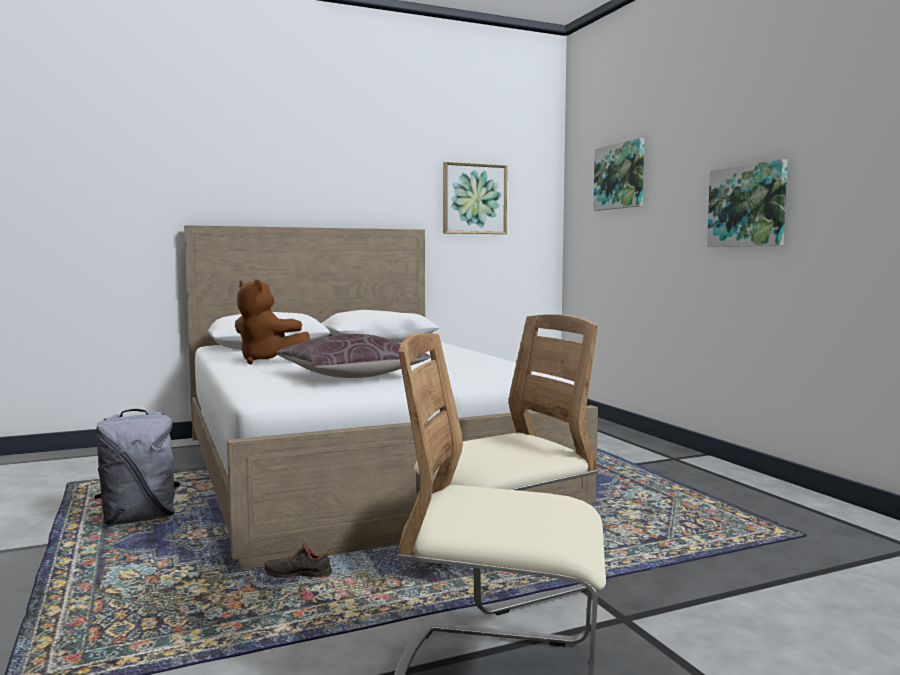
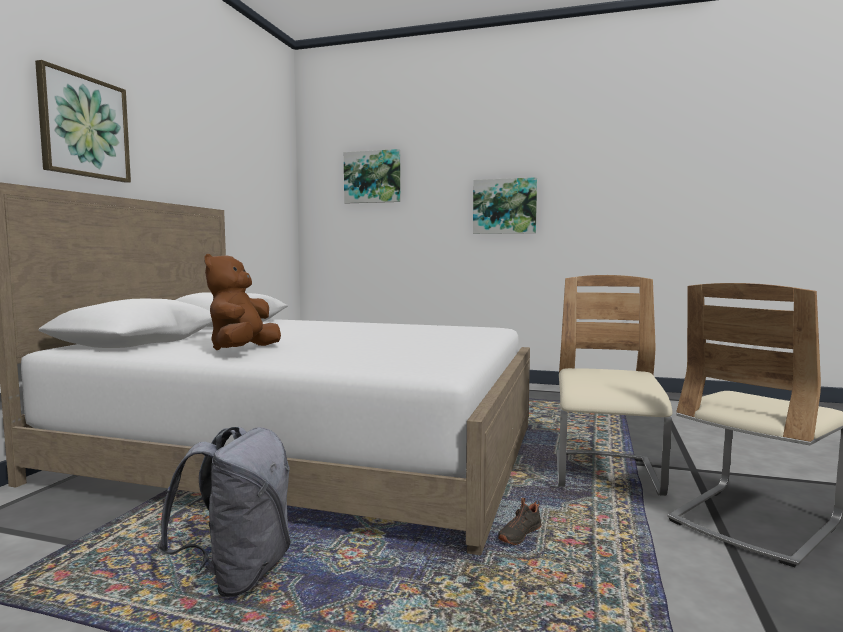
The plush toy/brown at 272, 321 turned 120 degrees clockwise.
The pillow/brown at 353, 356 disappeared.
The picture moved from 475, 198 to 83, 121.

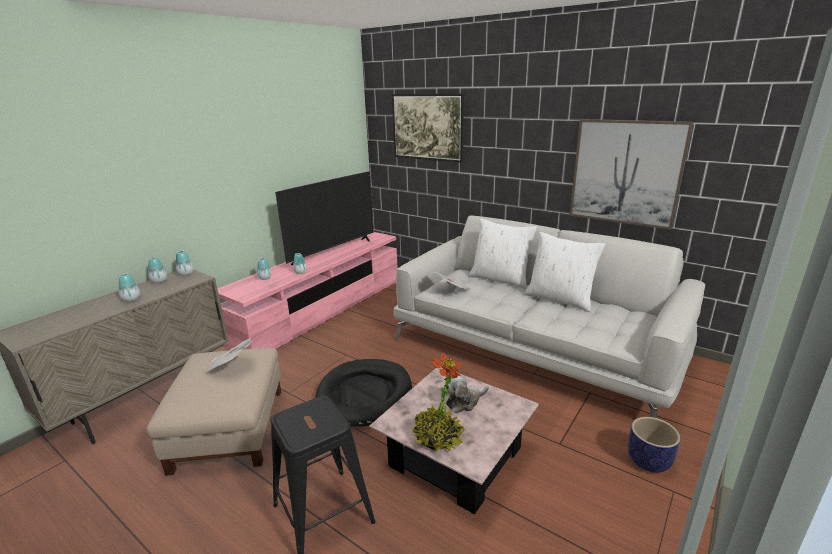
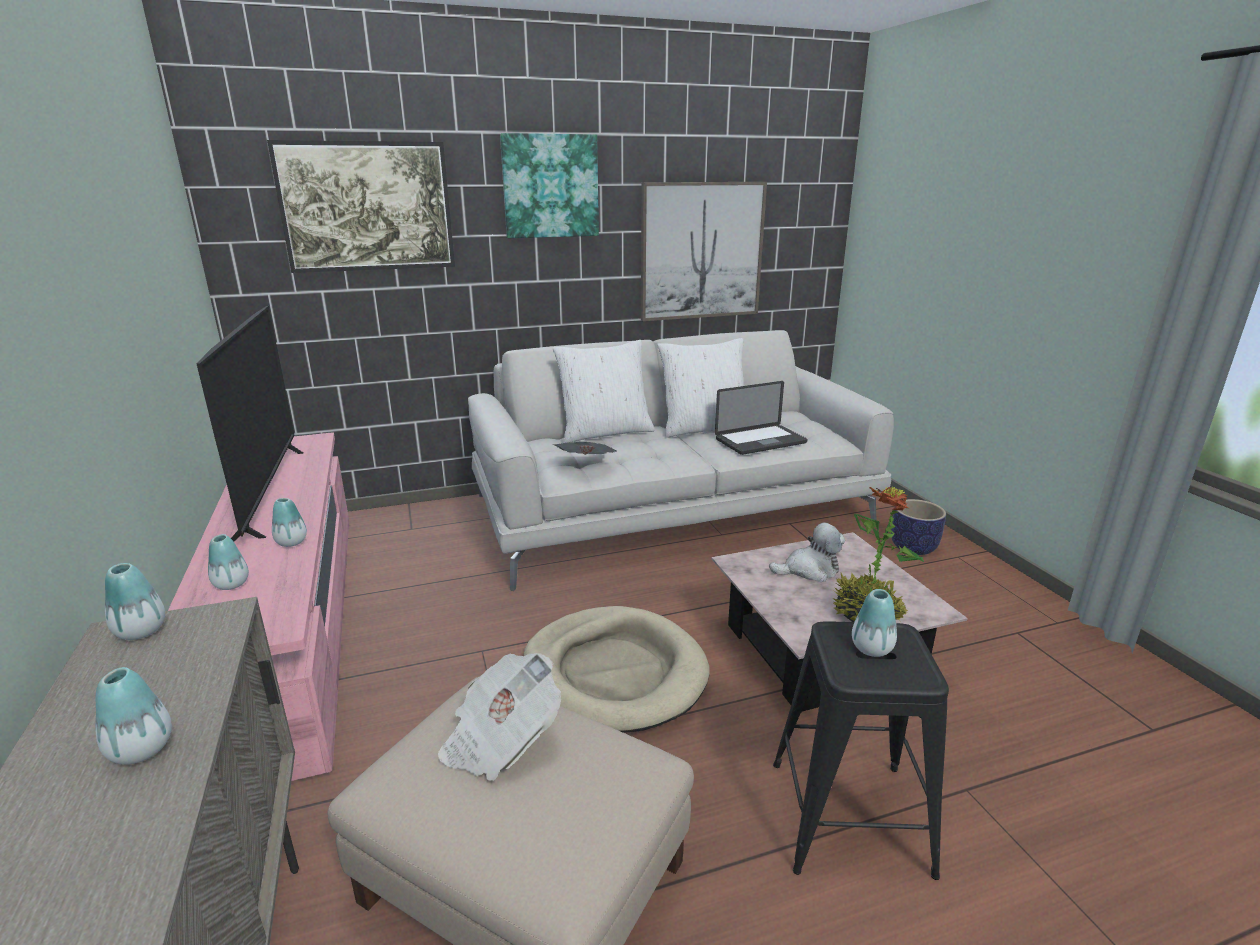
The vase moved from 157, 270 to 874, 623.
The dog bed/black at 363, 393 became the dog bed/beige at 616, 669.
The plush toy at 467, 394 turned 105 degrees counterclockwise.
The picture at 549, 185 appeared.
The laptop at 761, 418 appeared.

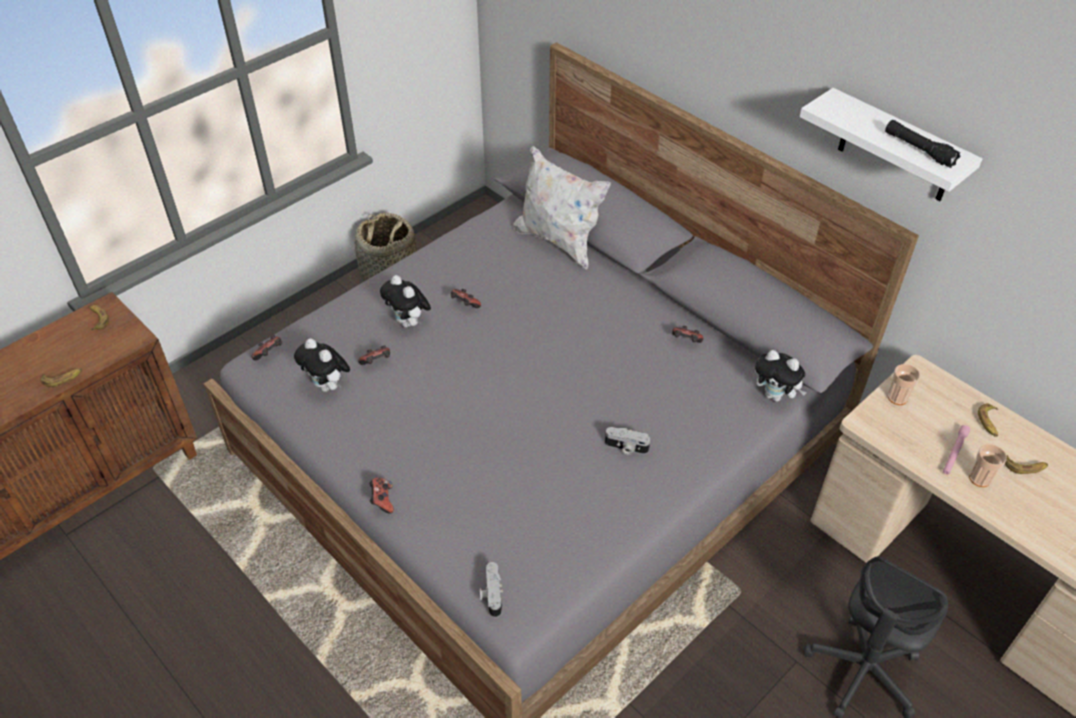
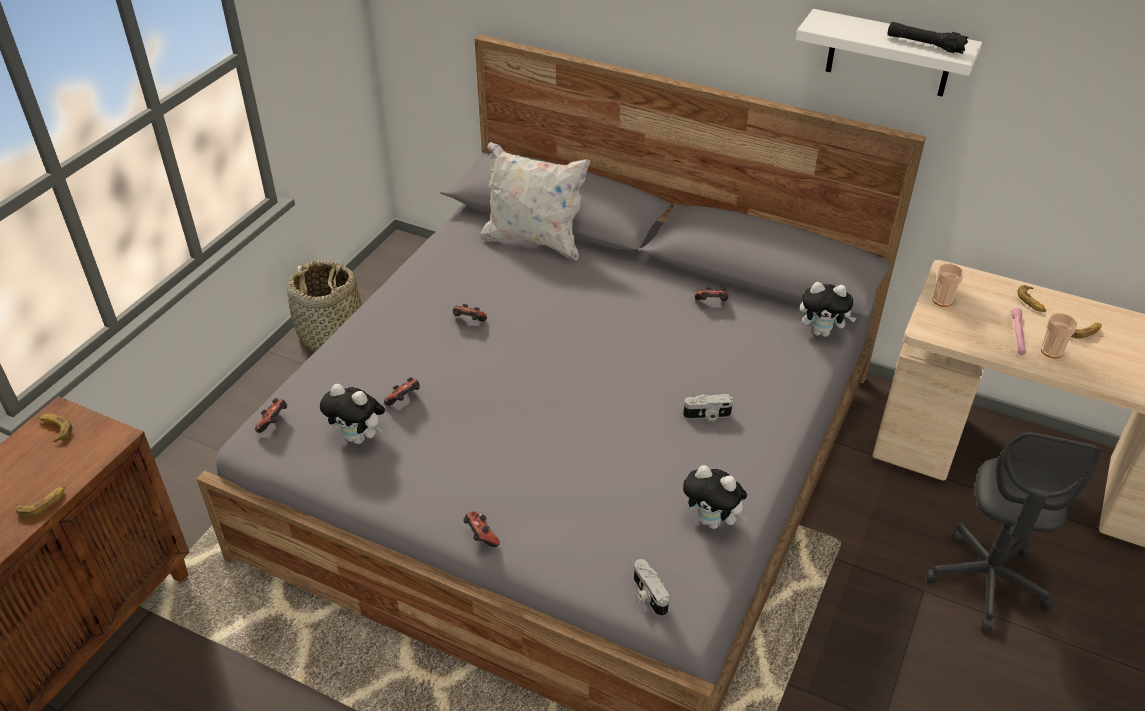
The plush toy moved from 405, 301 to 715, 497.

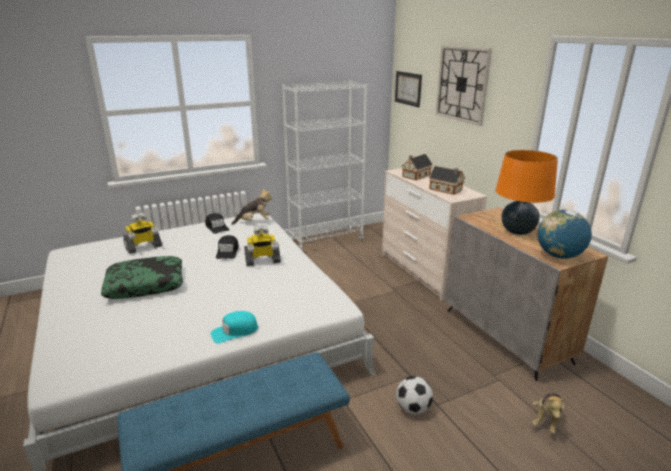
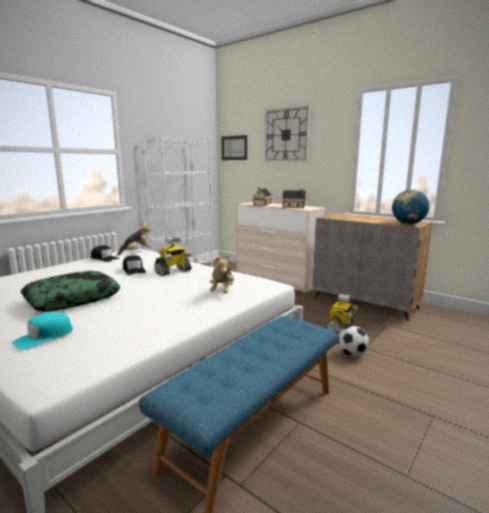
The toy robot moved from 143, 233 to 341, 313.
The cap/turquoise moved from 234, 327 to 42, 331.
The table lamp/orange at 526, 192 disappeared.
The plush toy moved from 549, 413 to 221, 274.

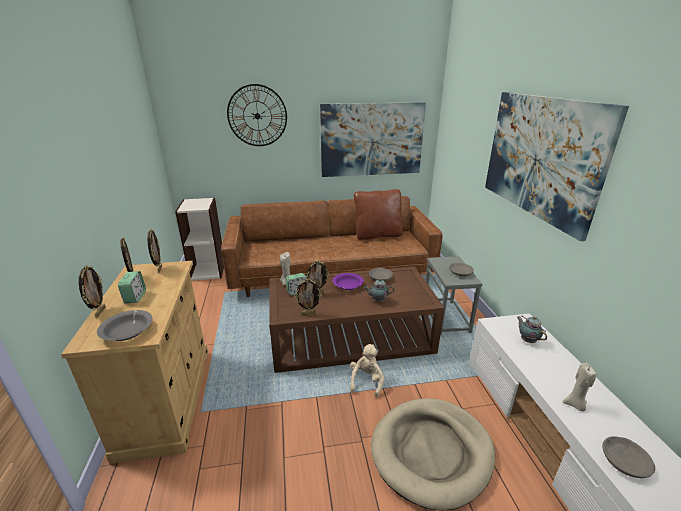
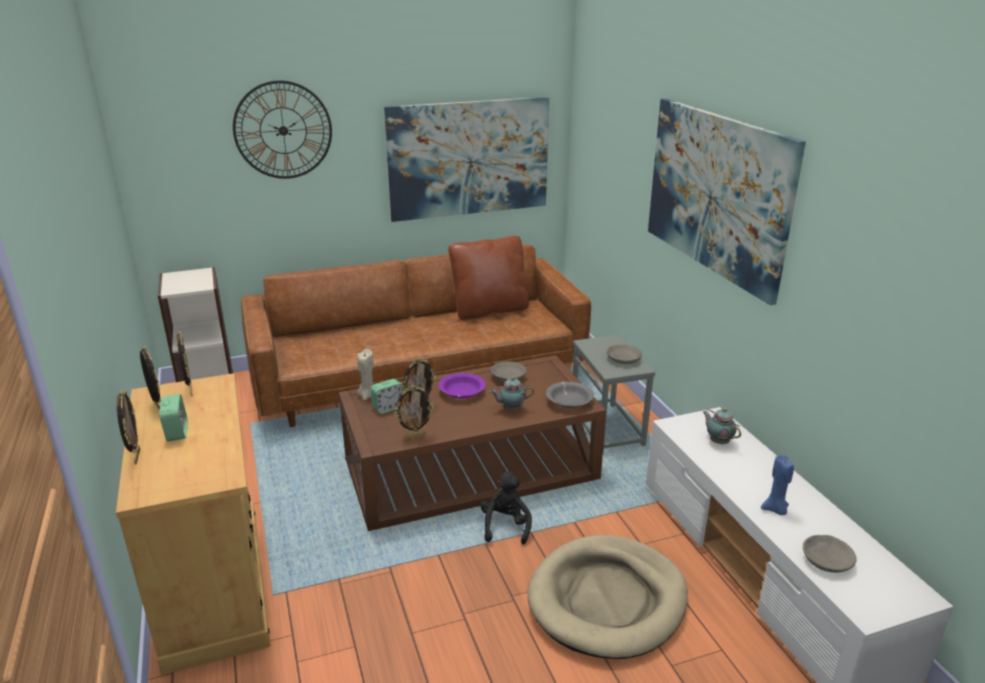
The bowl/grey moved from 125, 325 to 570, 395.
The plush toy/beige at 367, 370 became the plush toy/black at 506, 508.
The candle/beige at 580, 387 became the candle/blue at 777, 485.

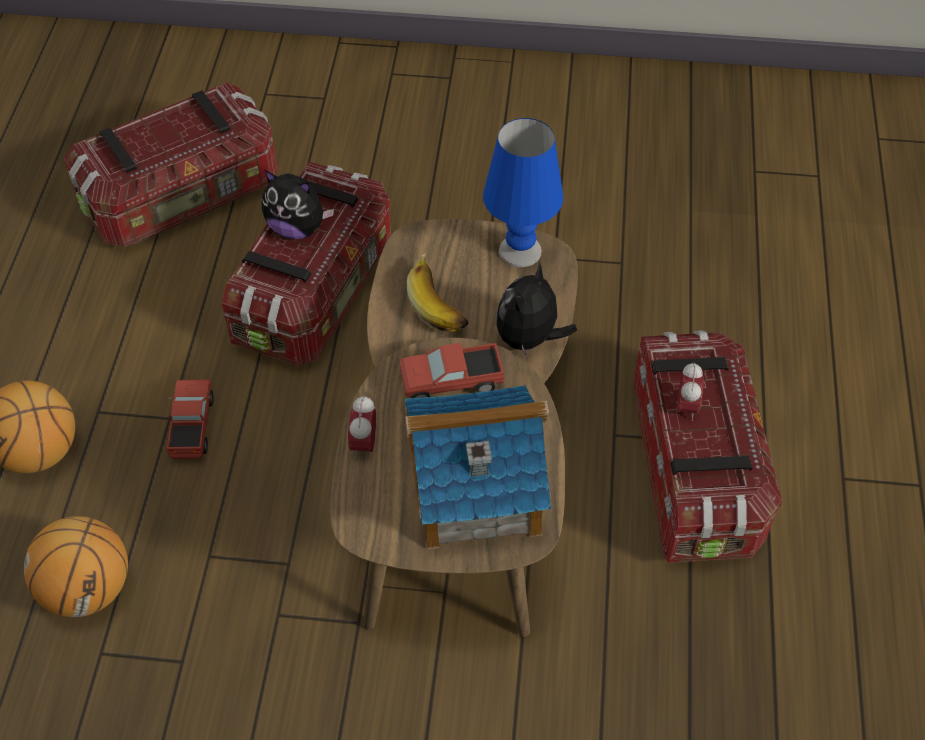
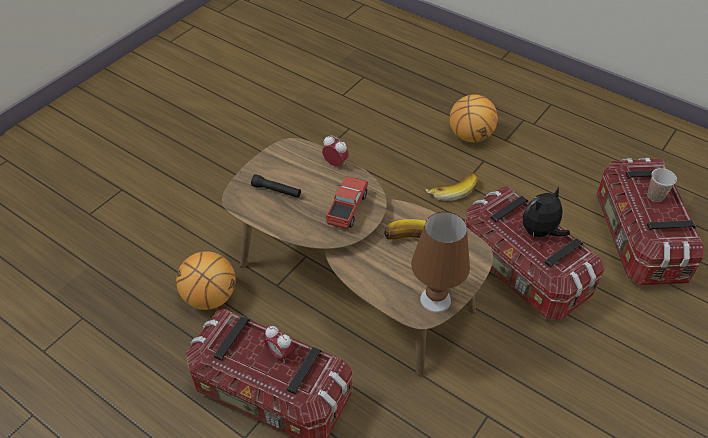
The basketball moved from 76, 566 to 206, 280.
The toy truck at 190, 419 was replaced by the banana at 452, 186.
The toy house at 478, 467 was replaced by the flashlight/black at 276, 186.
The table lamp/blue at 523, 192 became the table lamp/brown at 440, 262.
The plush toy at 536, 309 disappeared.
The cup at 662, 185 appeared.

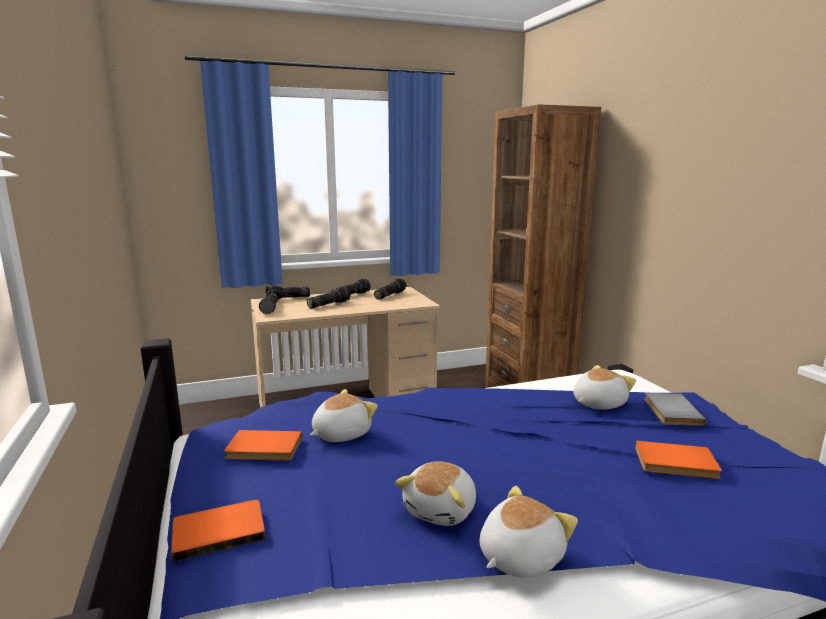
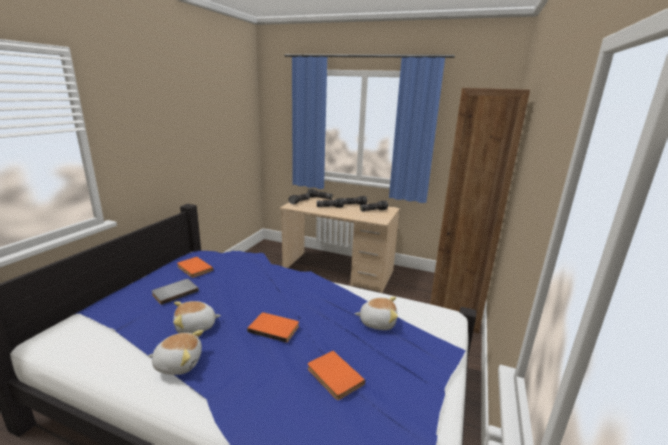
The book/orange moved from 218, 531 to 273, 327.
The plush toy at 344, 415 disappeared.
The book/grey moved from 675, 409 to 175, 292.

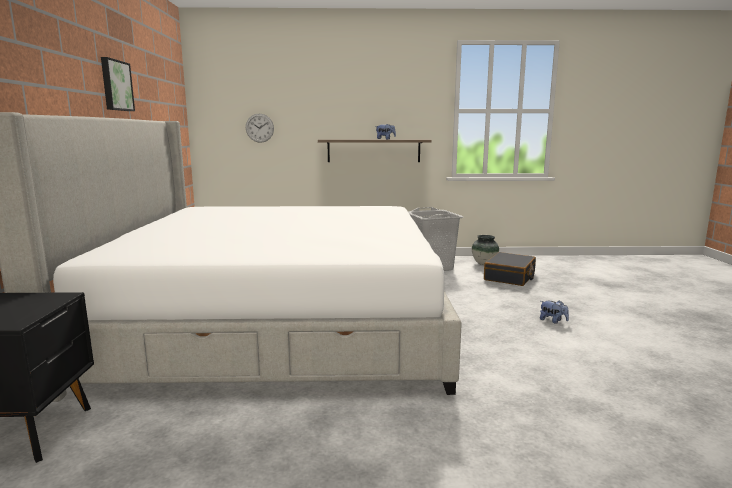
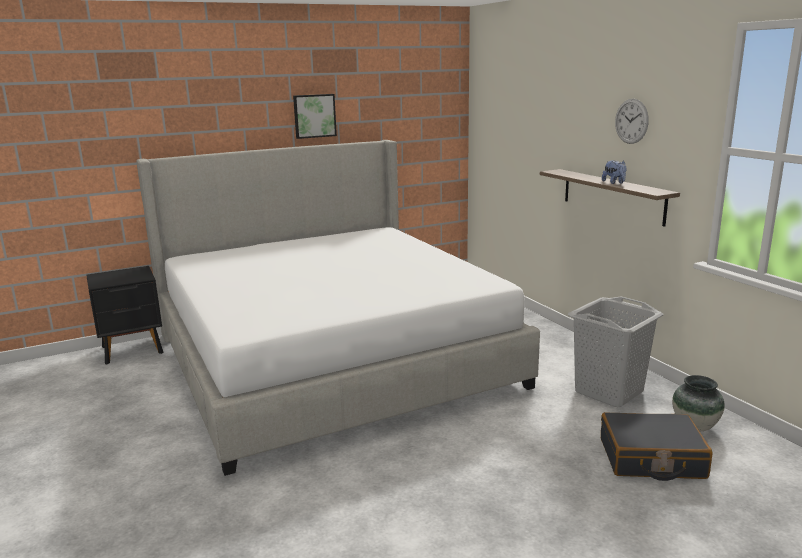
The wall clock moved from 260, 128 to 632, 121.
The plush toy at 554, 312 disappeared.

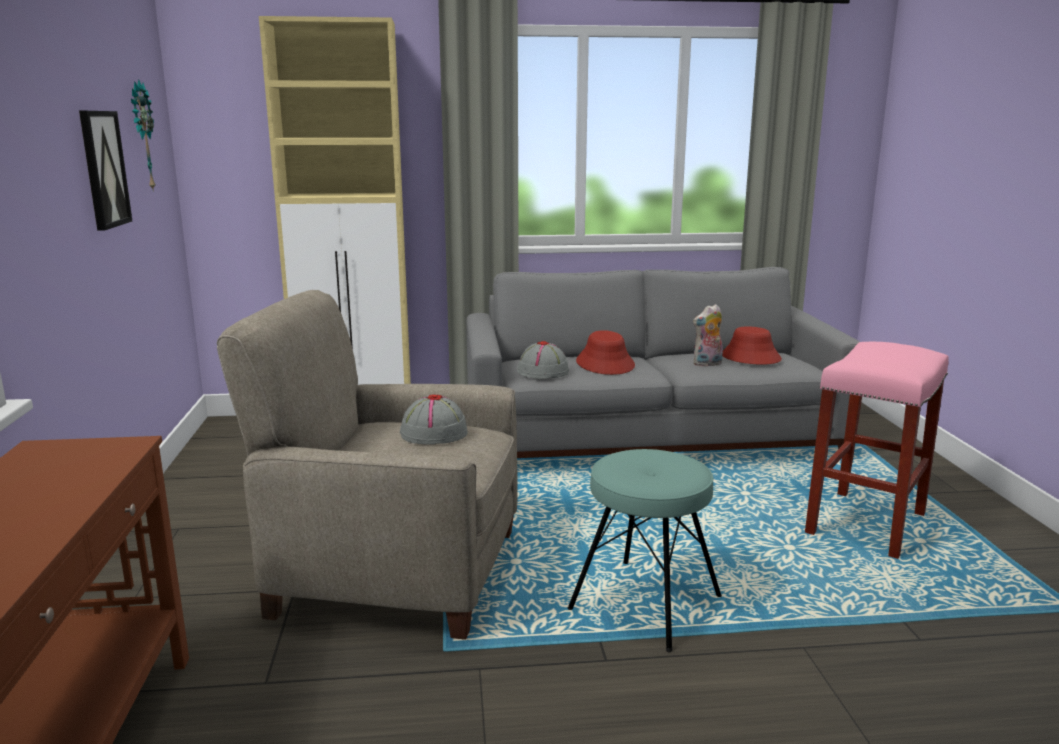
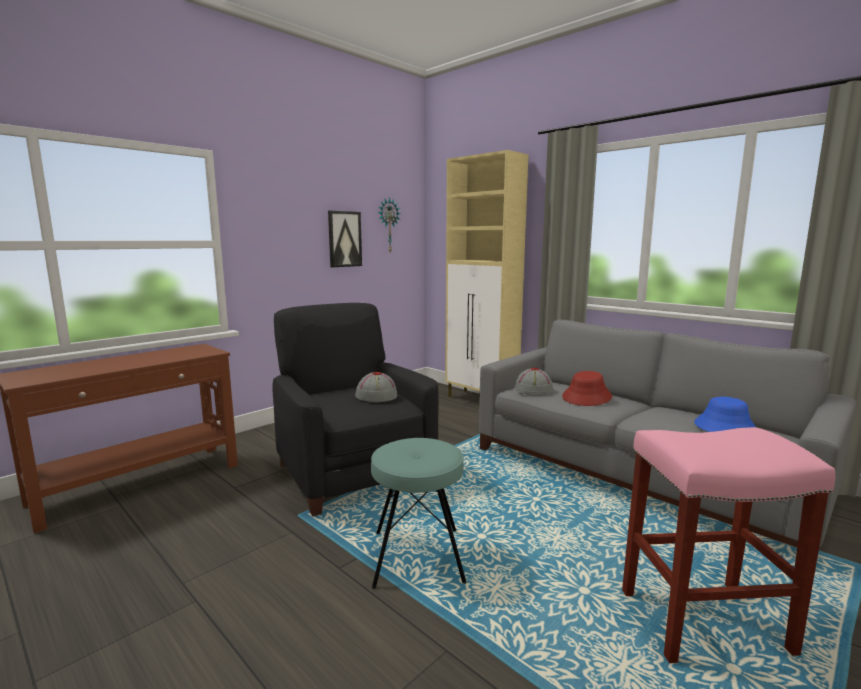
The armchair/beige at 367, 465 became the armchair/black at 355, 409.
The plush toy at 708, 335 disappeared.
The hat/red at 752, 345 became the hat/blue at 725, 414.

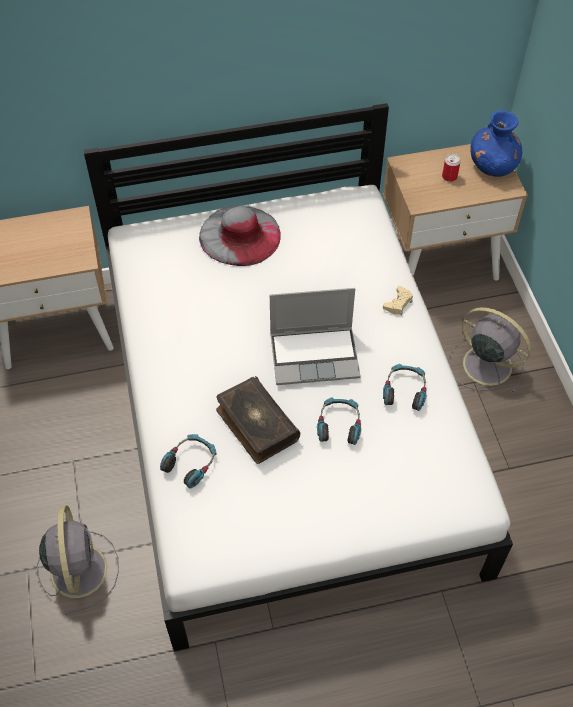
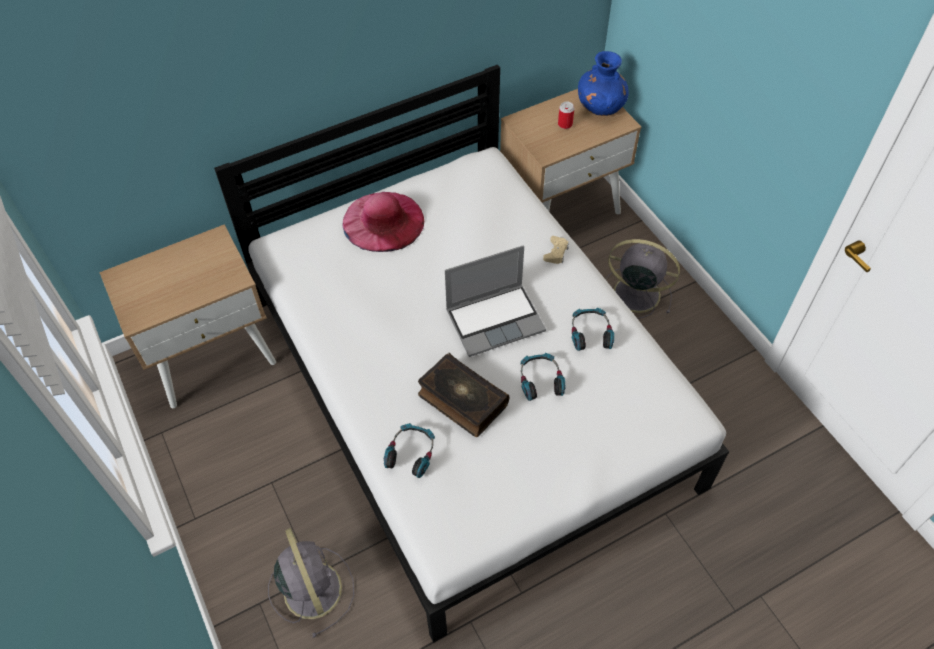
The hat/grey at 240, 236 became the hat/pink at 383, 222.

